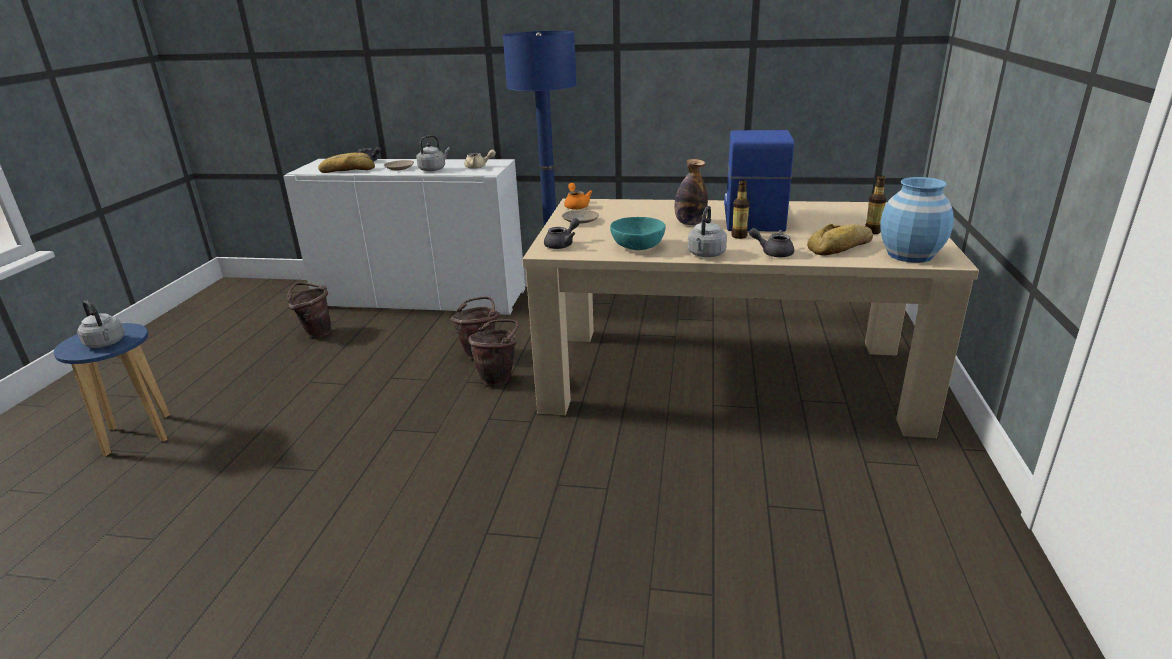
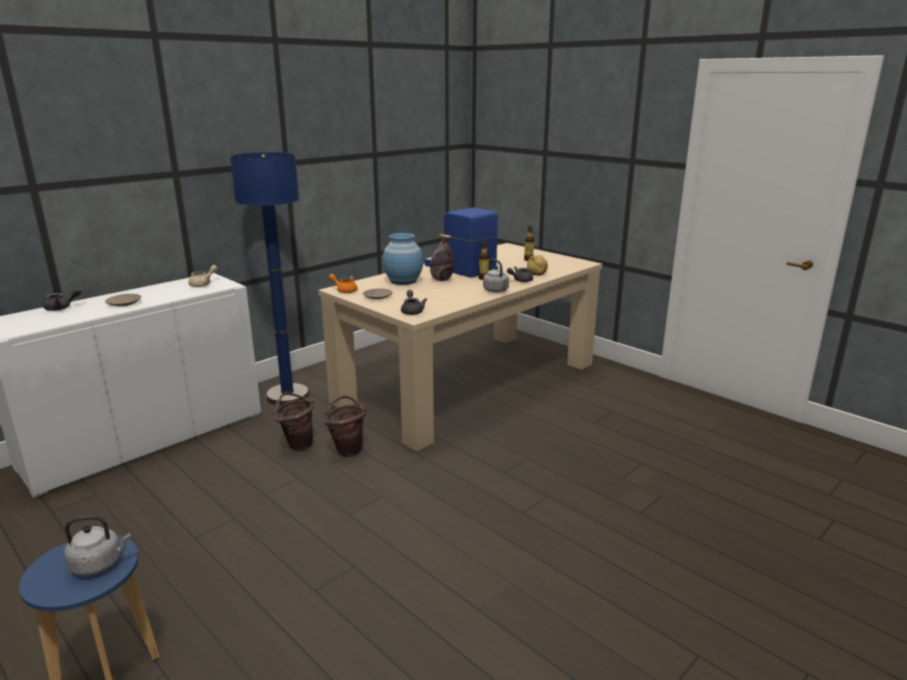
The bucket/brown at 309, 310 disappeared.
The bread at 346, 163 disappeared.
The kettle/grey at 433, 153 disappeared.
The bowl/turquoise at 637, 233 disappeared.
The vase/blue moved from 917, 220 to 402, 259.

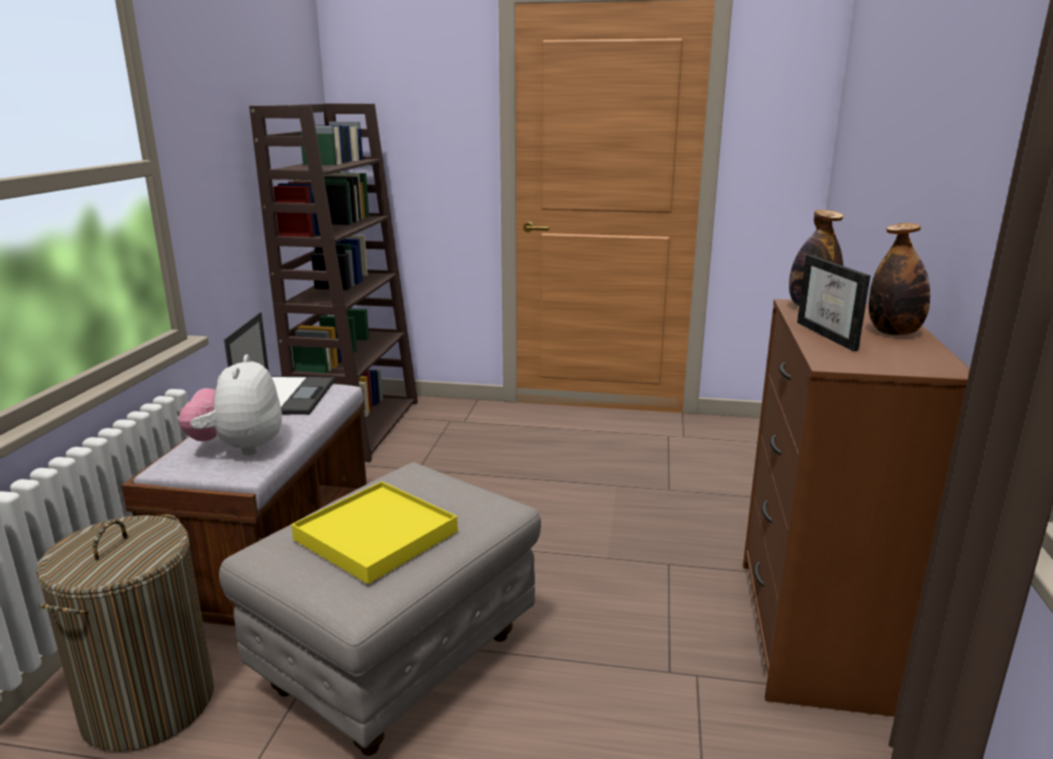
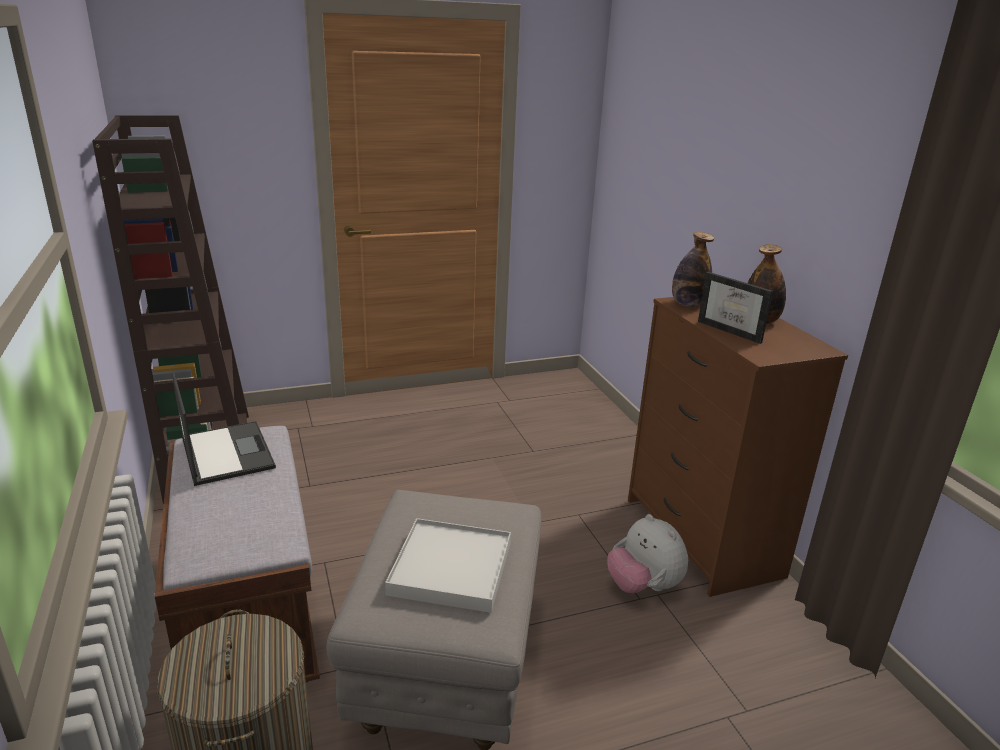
The plush toy moved from 230, 404 to 647, 553.
The tray/yellow at 374, 532 became the tray/white at 448, 565.

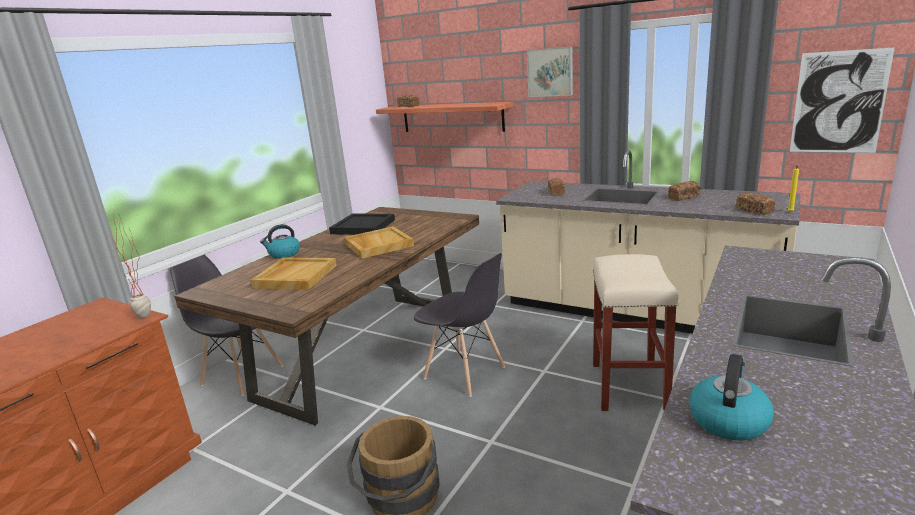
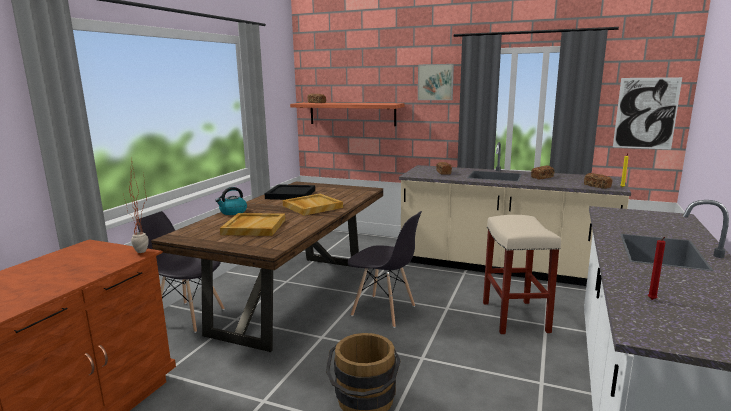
The kettle at 731, 397 was replaced by the candle/red at 657, 268.

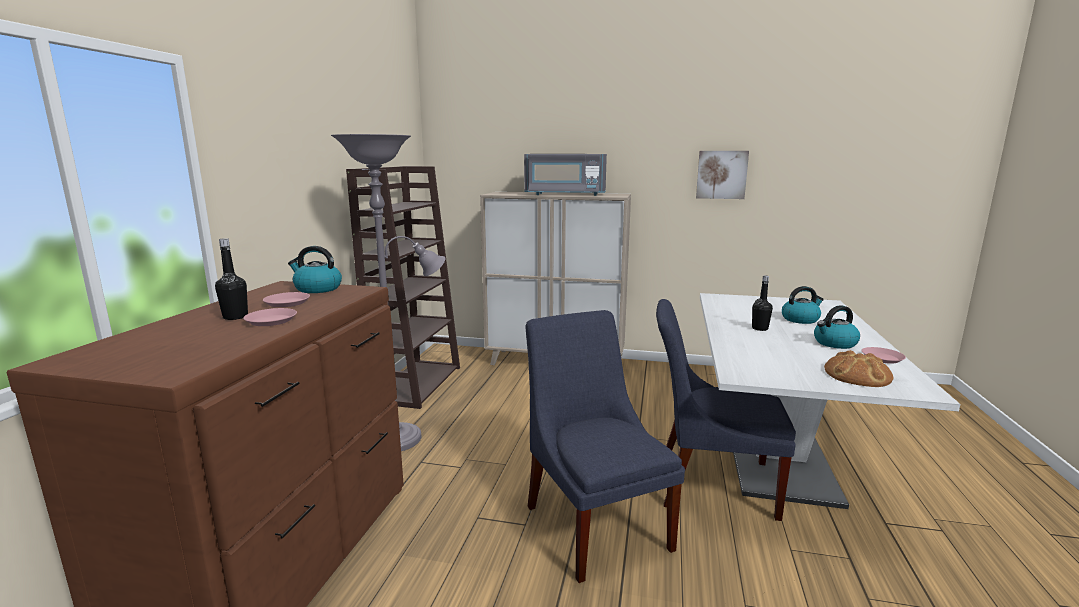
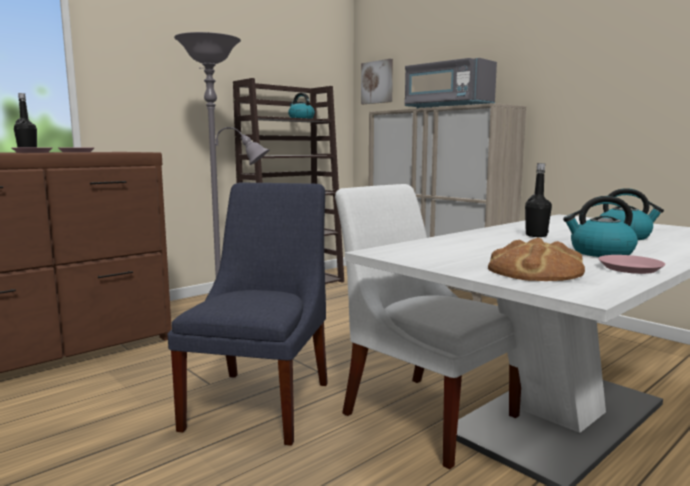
The kettle moved from 315, 269 to 301, 106.
The chair/blue at 726, 410 became the chair/white at 428, 327.
The picture moved from 722, 175 to 377, 81.

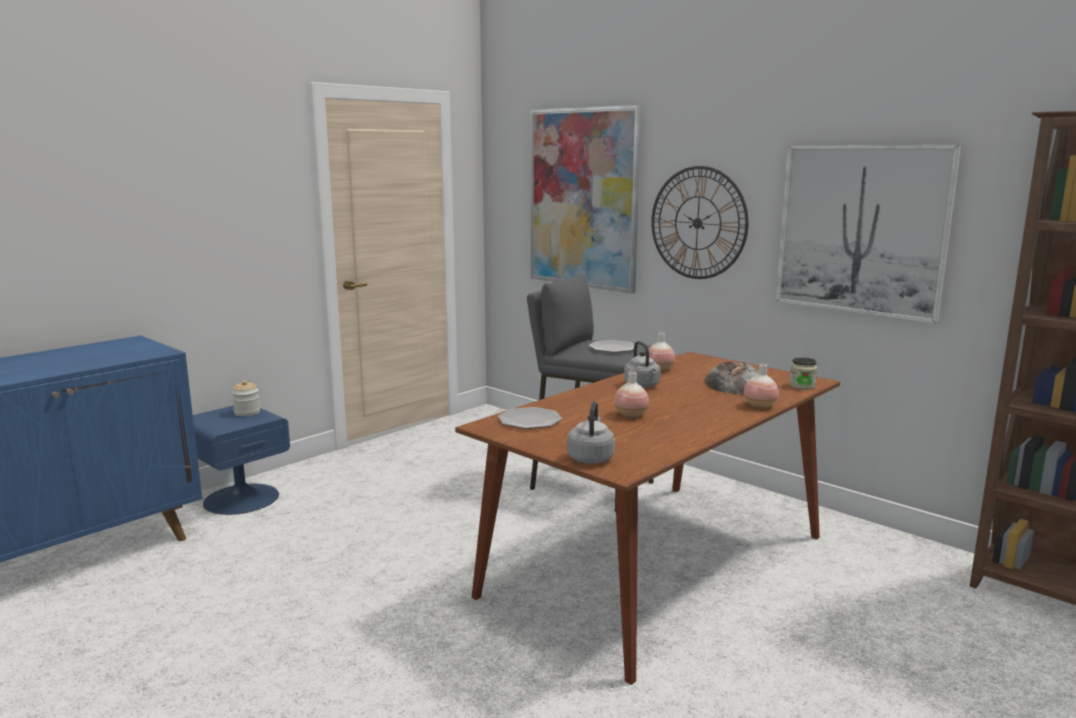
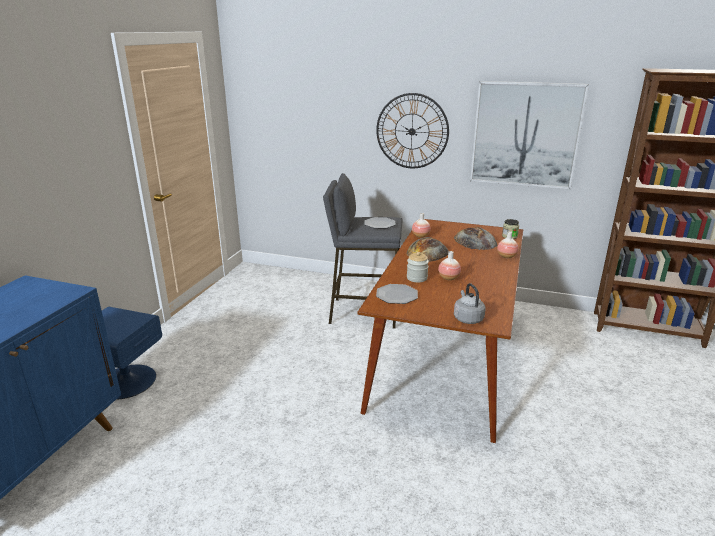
The jar moved from 246, 398 to 418, 267.
The picture at 585, 199 disappeared.
The kettle/grey at 642, 364 was replaced by the bread at 428, 249.

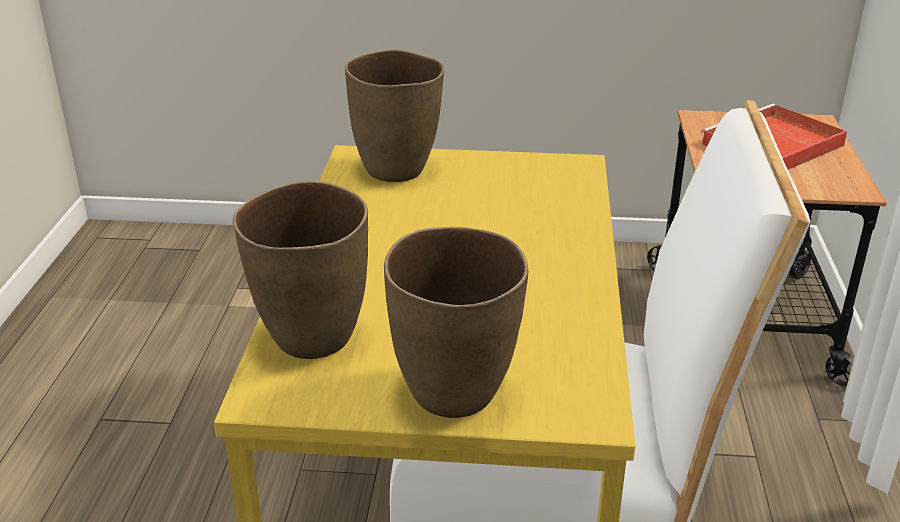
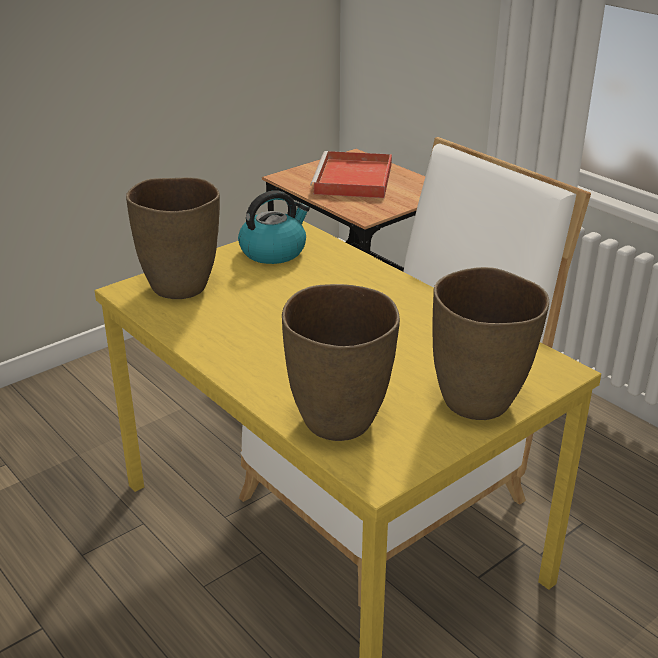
The kettle at 274, 227 appeared.

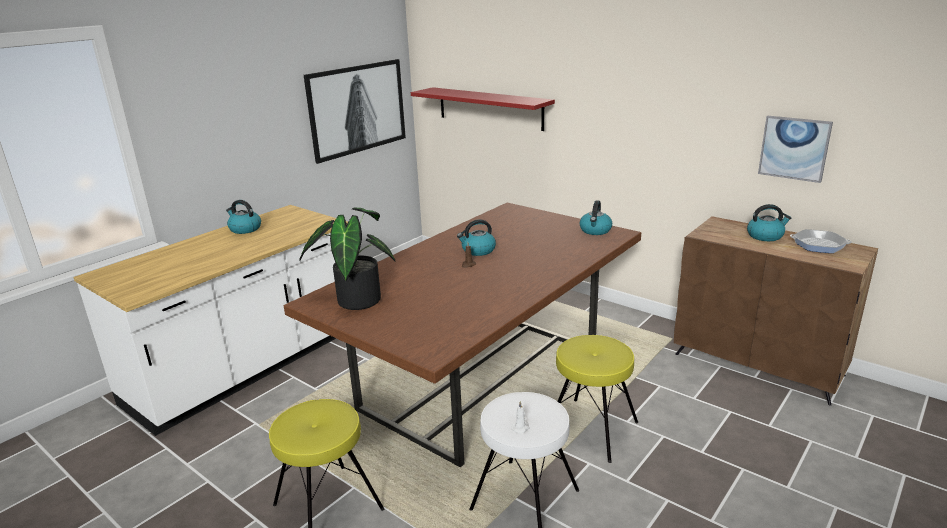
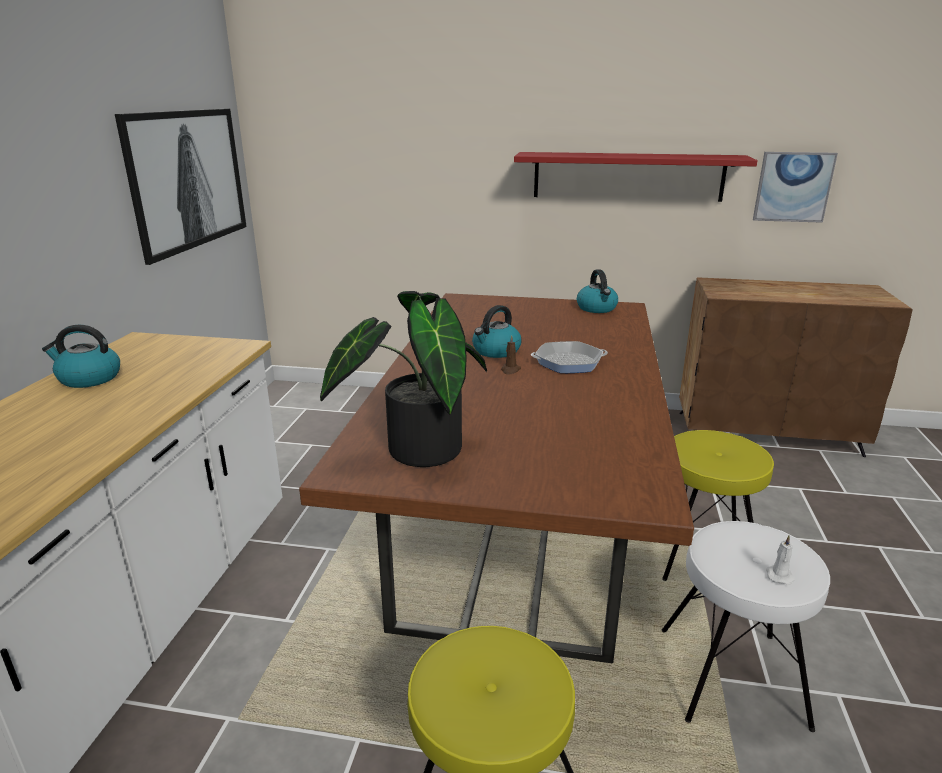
The shelf/red moved from 483, 109 to 636, 177.
The kettle at 769, 222 disappeared.
The frying pan moved from 821, 241 to 569, 357.

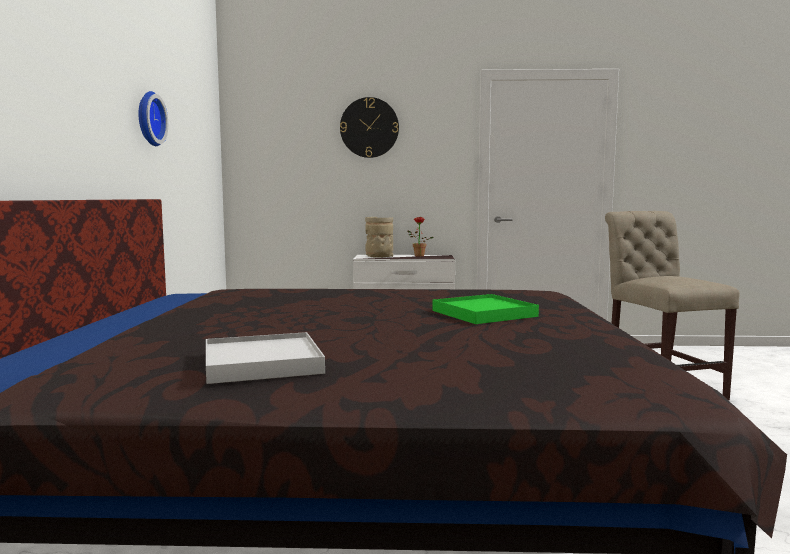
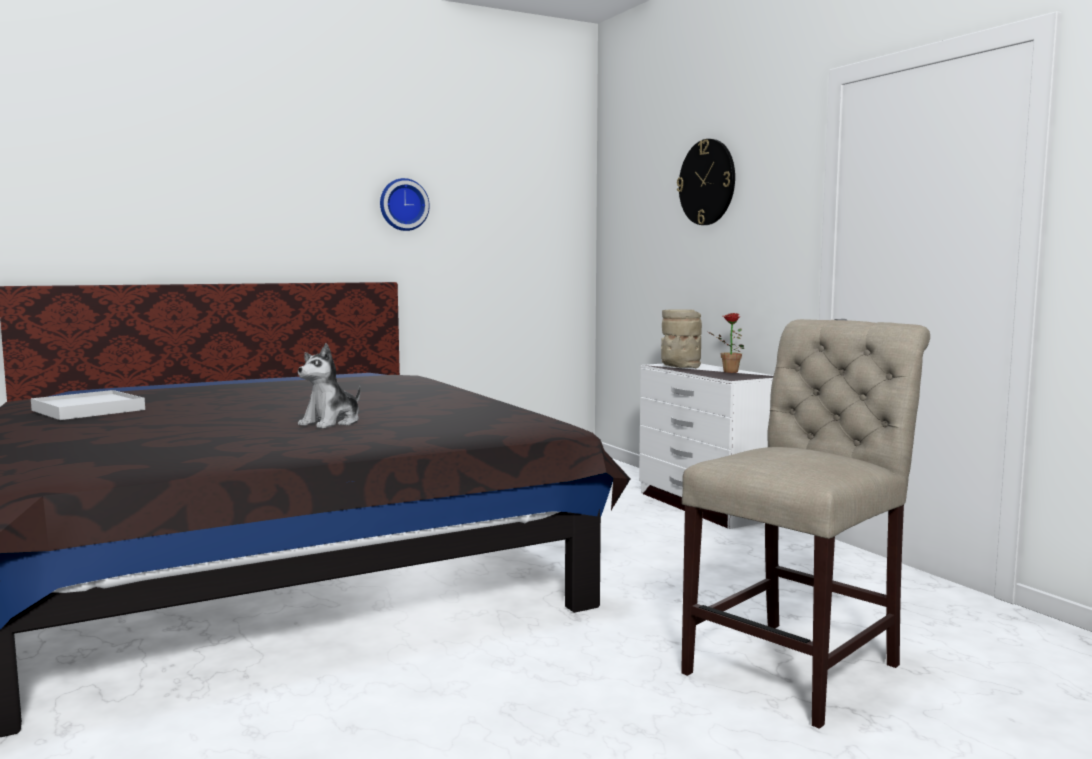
The tray/green at 485, 309 was replaced by the plush toy at 329, 386.

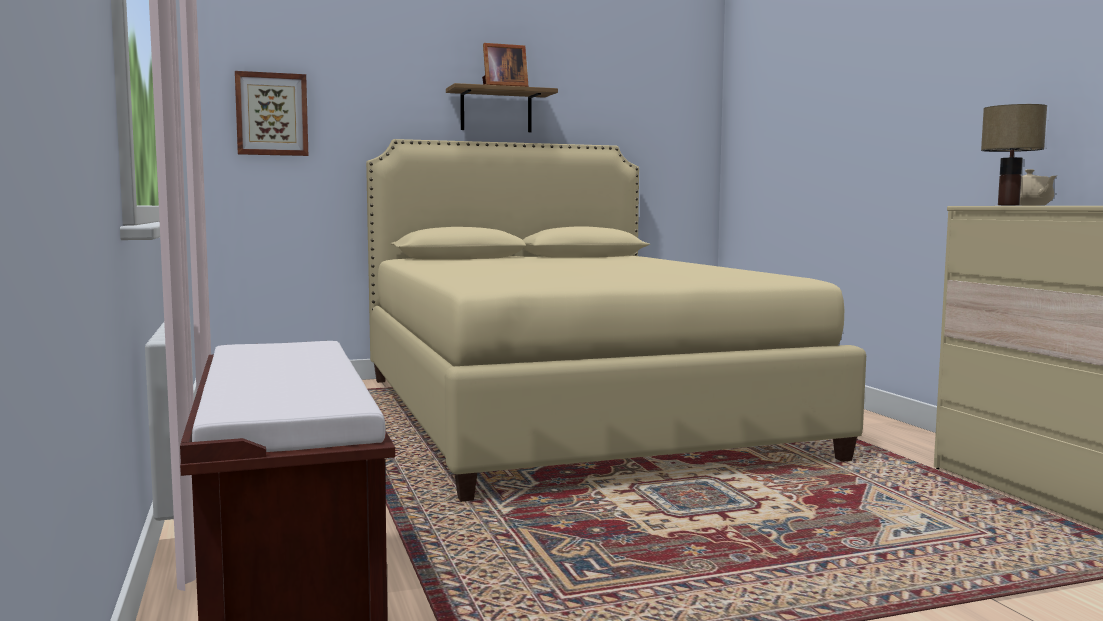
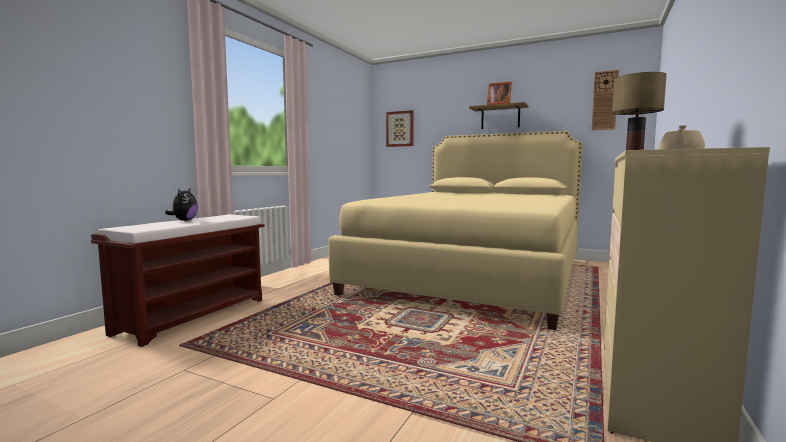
The plush toy at 181, 204 appeared.
The wall clock at 605, 100 appeared.

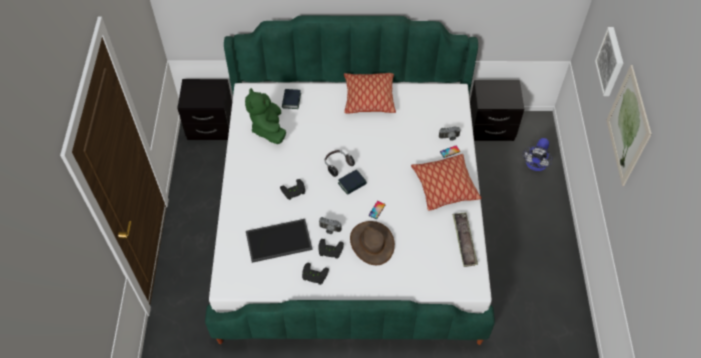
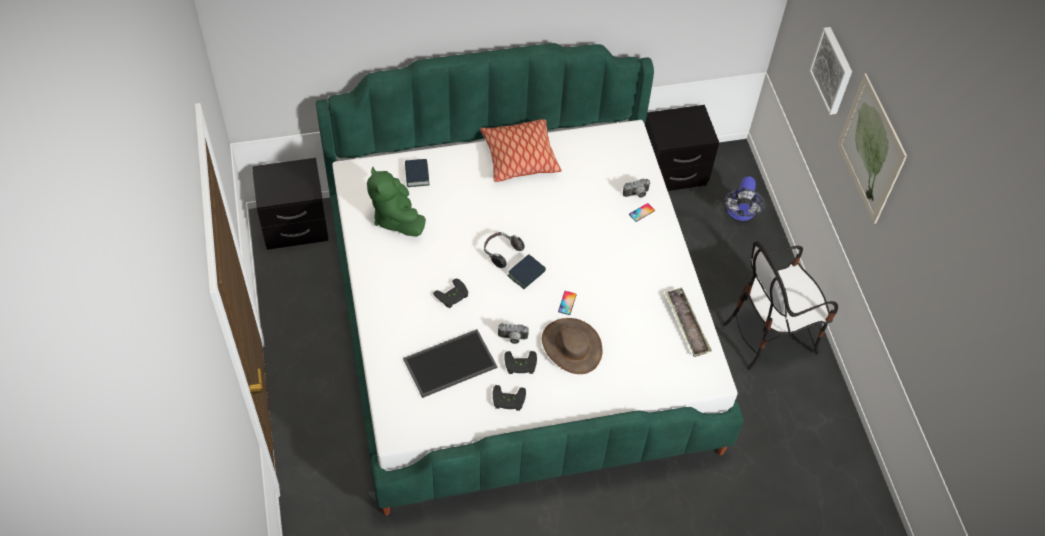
The pillow at 446, 182 disappeared.
The chair at 780, 305 appeared.

